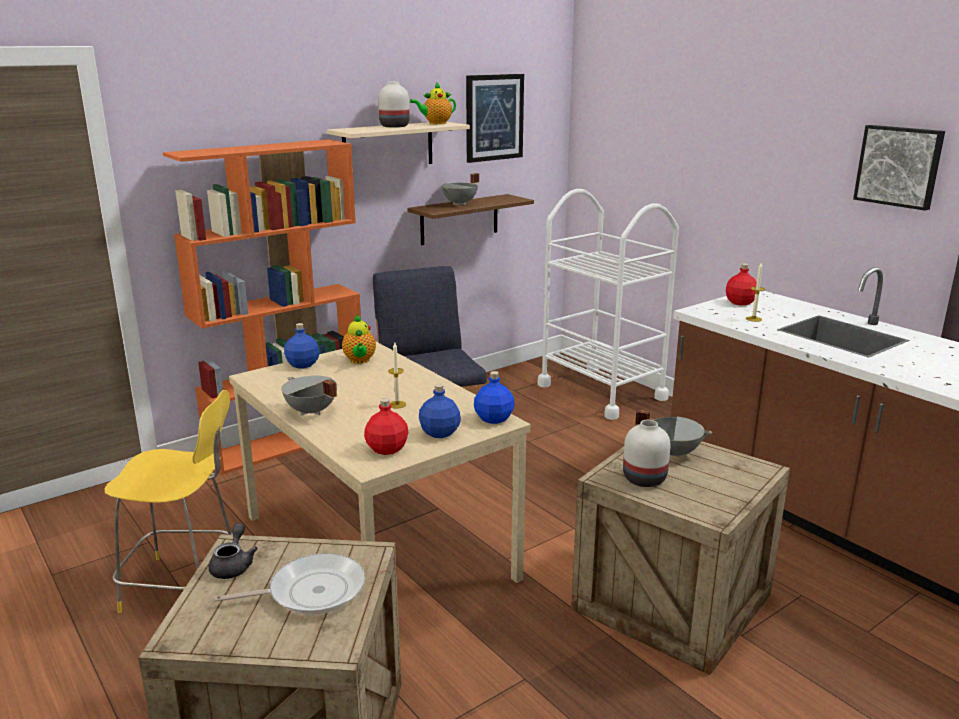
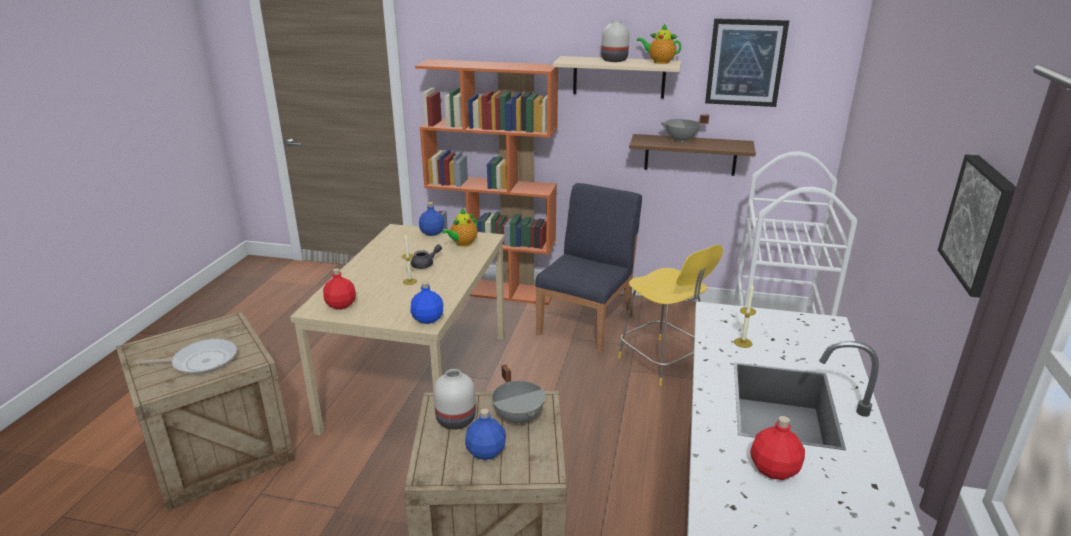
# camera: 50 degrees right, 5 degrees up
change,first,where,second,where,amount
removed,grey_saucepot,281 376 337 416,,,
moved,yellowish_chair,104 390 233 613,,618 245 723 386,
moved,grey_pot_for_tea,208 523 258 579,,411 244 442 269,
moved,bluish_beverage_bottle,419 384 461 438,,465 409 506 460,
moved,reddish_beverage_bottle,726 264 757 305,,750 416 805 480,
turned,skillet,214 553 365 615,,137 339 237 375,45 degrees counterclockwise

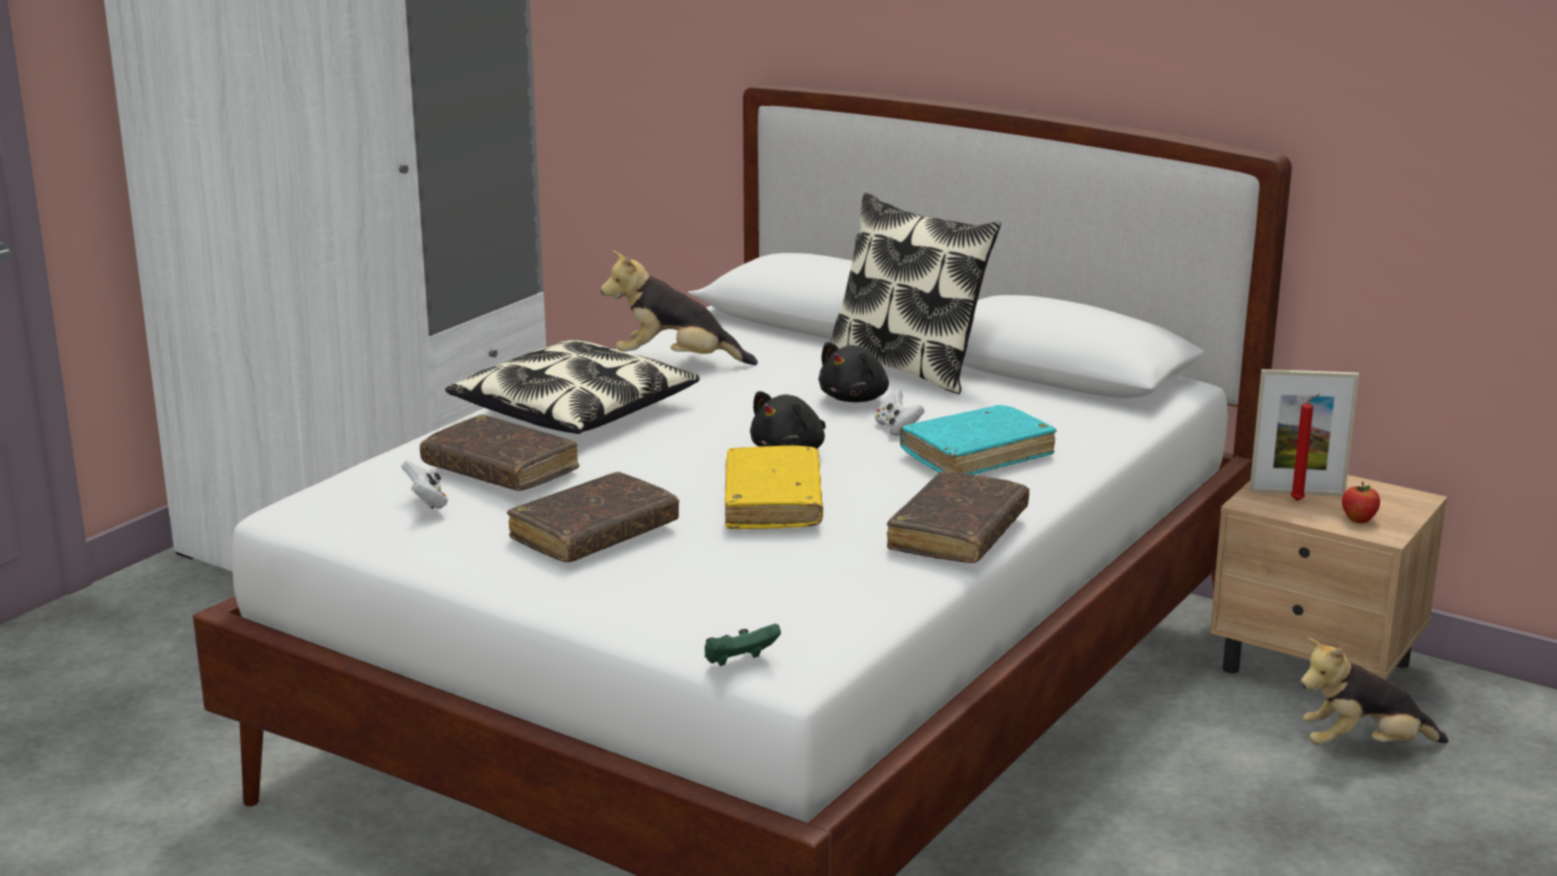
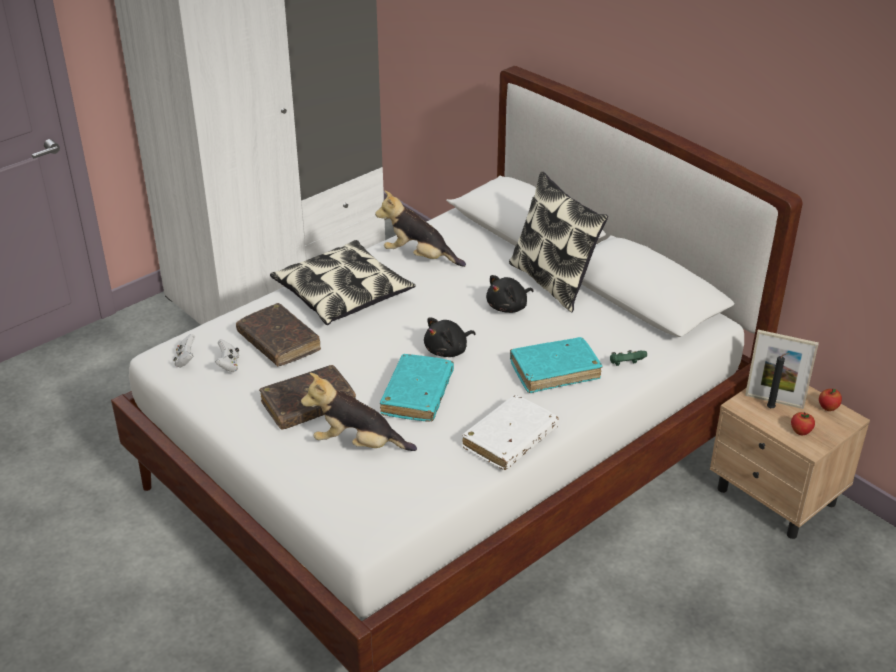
# camera: 15 degrees right, 15 degrees up
change,first,where,second,where,amount
added,,,whole_apple,819 389 842 411,
moved,greenish_game_controller,705 623 781 666,,610 350 647 366,
moved,whitish_game_controller,875 388 924 436,,174 334 195 368,
moved,plush_toy,1300 638 1449 745,,301 373 417 451,
recoloured,yellowish_bound_book,725 445 823 529,turquoise_bound_book,380 354 454 422,
recoloured,brown_bound_book,887 471 1029 563,whitish_bound_book,462 395 559 470,
recoloured,reddish_wax_candle,1290 394 1320 501,black-coloured_wax_candle,767 353 790 408,

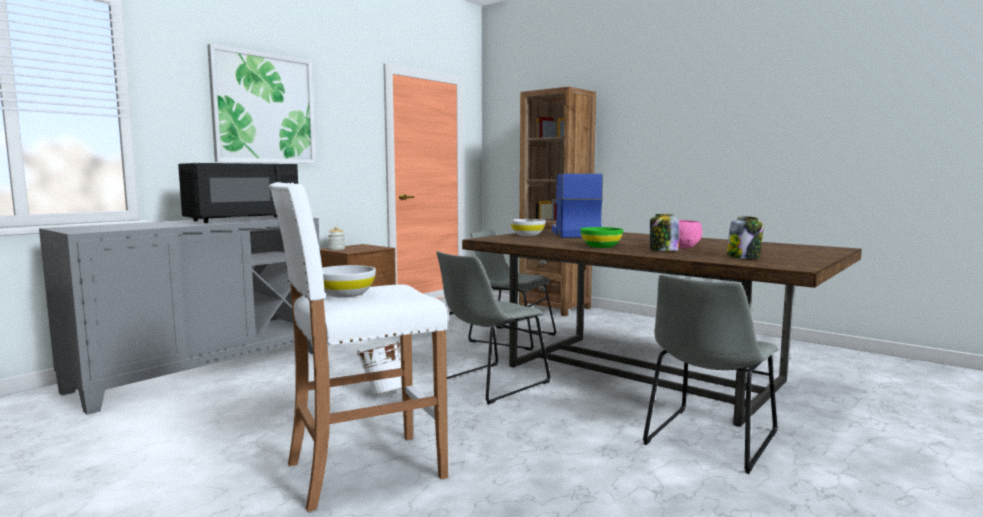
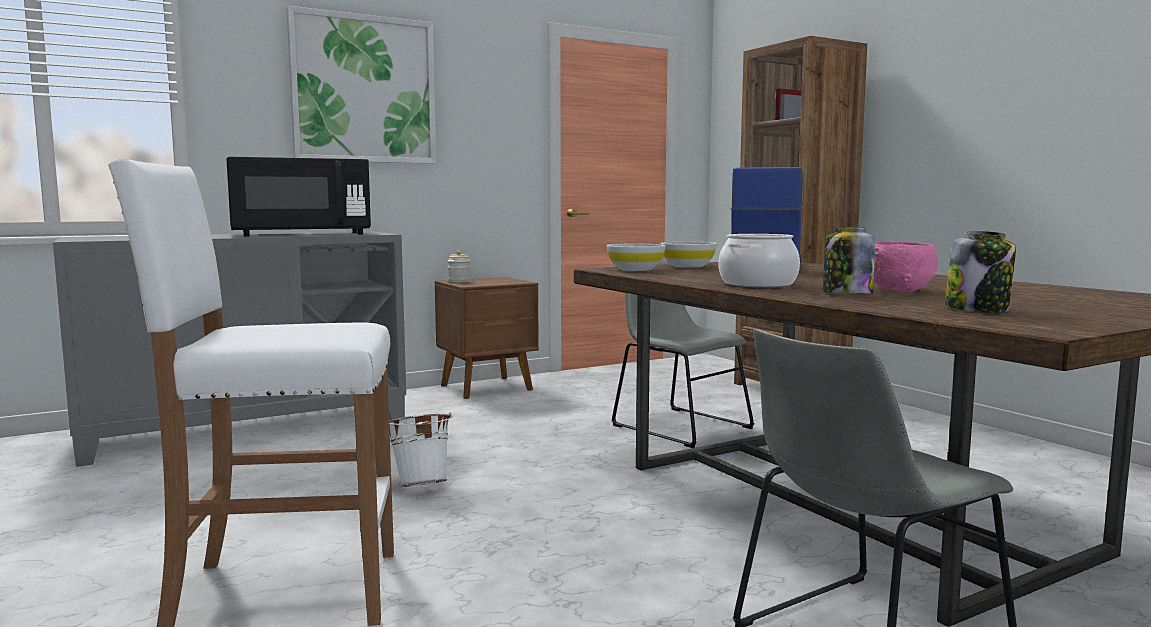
# camera: 20 degrees right, 0 degrees up
change,first,where,second,where,amount
removed,grey_chair,436 251 551 404,,,
moved,whitish_deep_dish,322 265 376 298,,607 244 665 271,
replaced,greenish_deep_dish,580 227 623 248,saucepot,719 234 800 287,

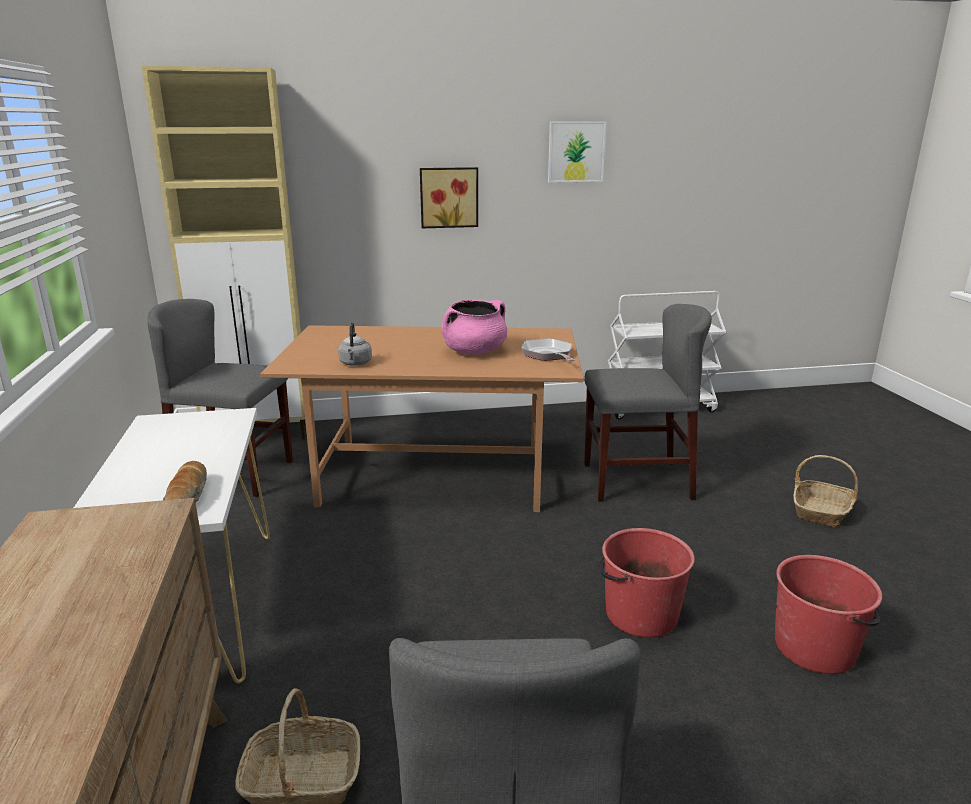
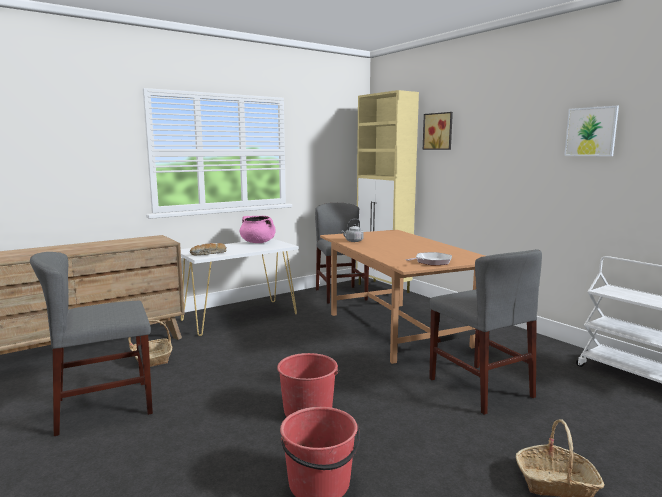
# camera: 65 degrees right, 10 degrees down
change,first,where,second,where,amount
moved,picture,420 167 478 228,,423 112 453 150,
moved,pinkish_saucepot,441 300 507 355,,240 216 276 243,

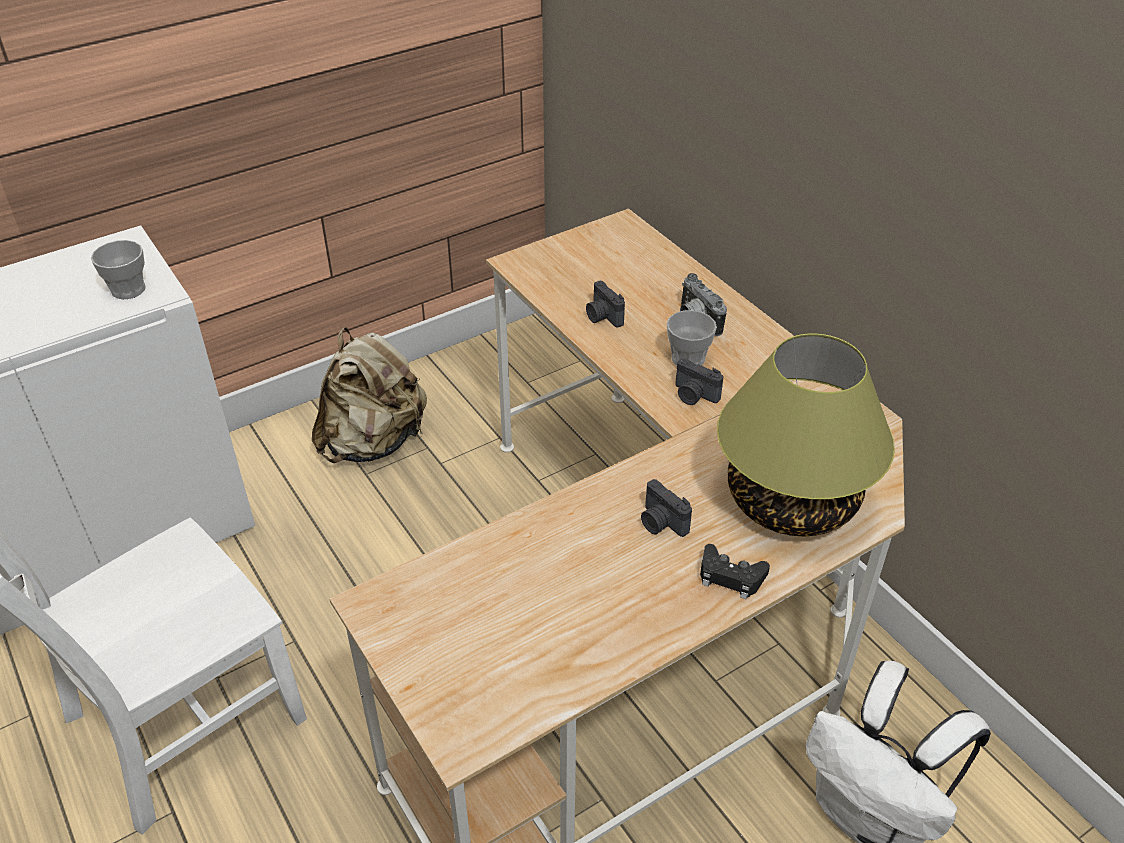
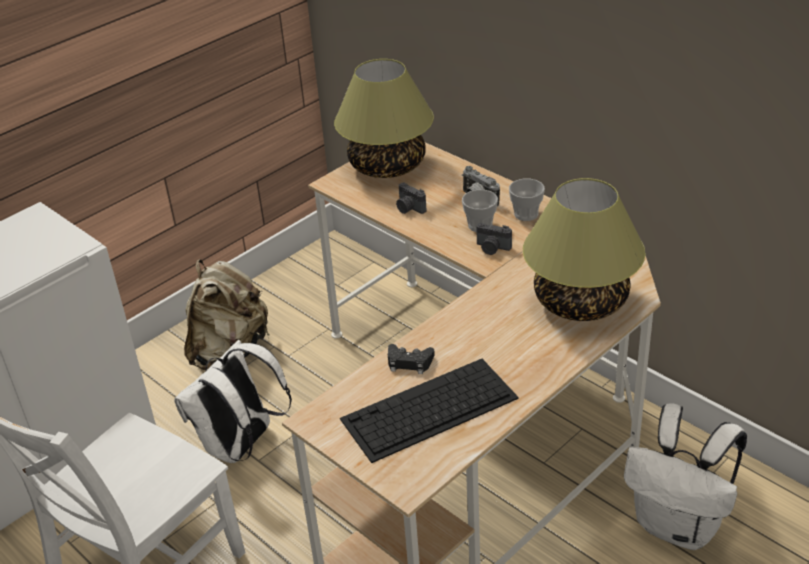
# camera: 10 degrees left, 5 degrees down
change,first,where,second,where,amount
removed,still_camera,641 479 692 537,,,
added,,,whitish_backpack,174 340 292 463,
added,,,table_lamp,334 59 434 178,
added,,,computer_keyboard,340 359 519 463,
moved,drinking_cup,91 240 146 299,,509 179 545 221,
moved,black-coloured_game_controller,700 544 770 600,,388 344 435 374,

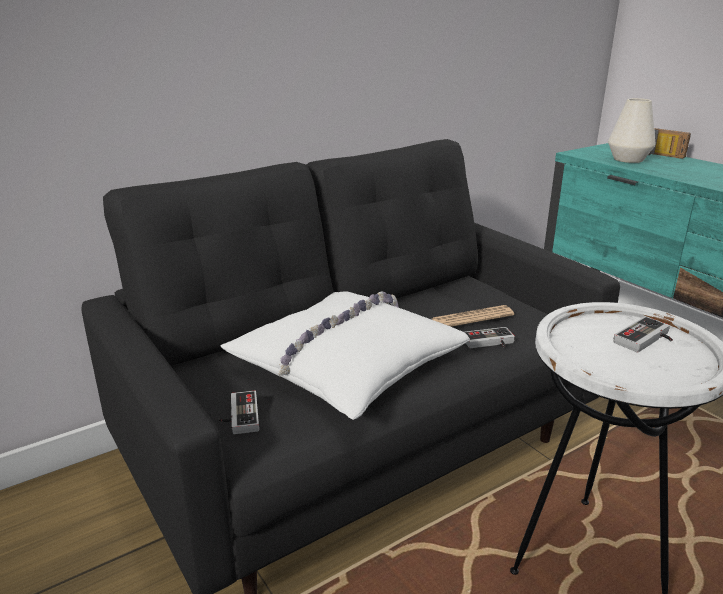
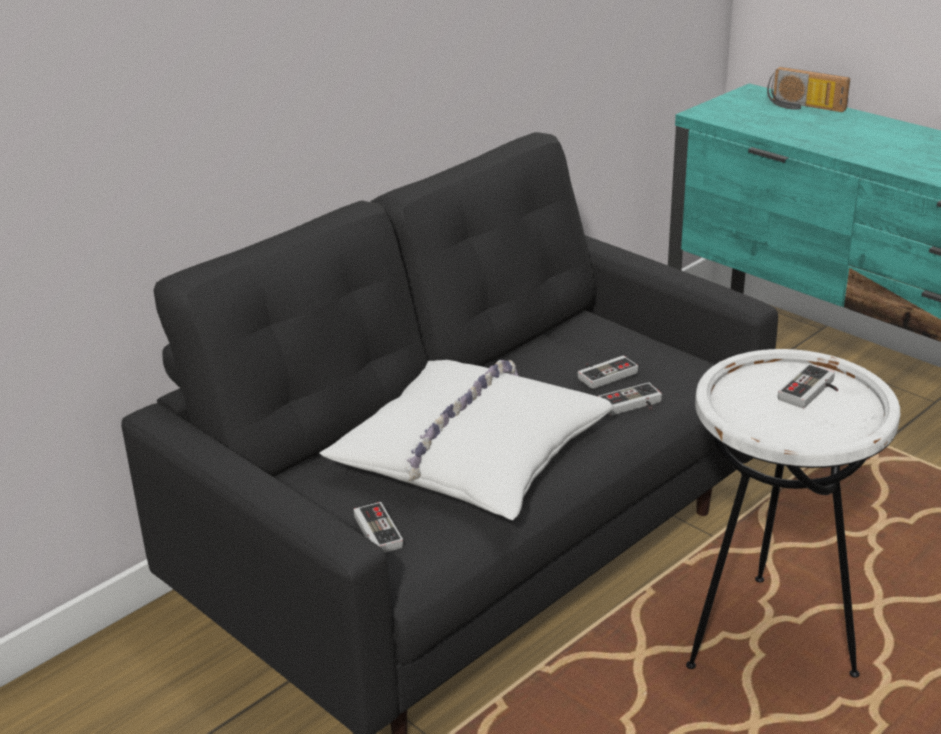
# camera: 10 degrees left, 5 degrees up
change,first,where,second,where,amount
removed,whitish_vase,608 98 656 163,,,
replaced,newspaper,432 305 514 327,game_controller,578 356 638 389,

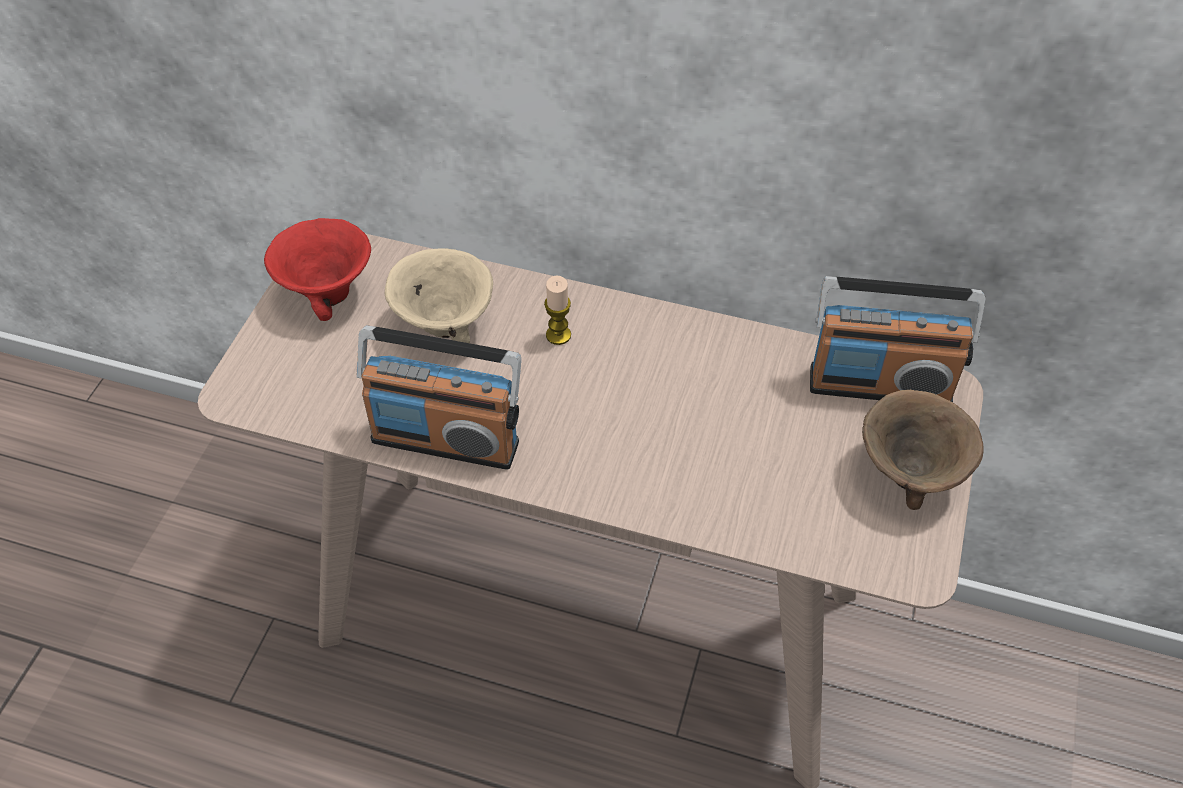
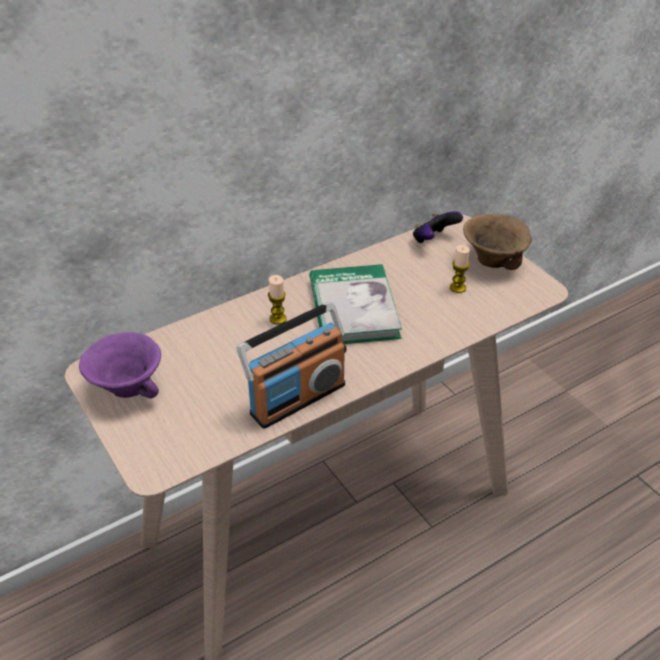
# camera: 50 degrees left, 10 degrees down
change,first,where,second,where,amount
removed,beige-coloured_deep_dish,385 248 493 343,,,
added,,,bound_book,309 264 402 344,
added,,,wax_candle,450 245 470 293,
replaced,radio_set,810 276 985 402,game_controller,413 211 463 243,
recoloured,reddish_deep_dish,264 218 371 321,purple-coloured_deep_dish,79 332 161 398,

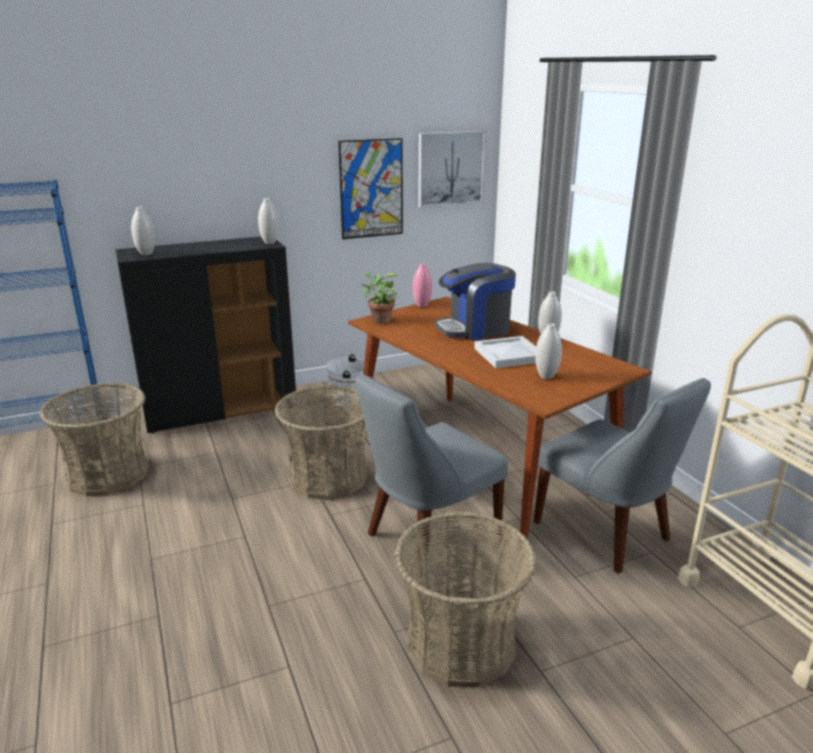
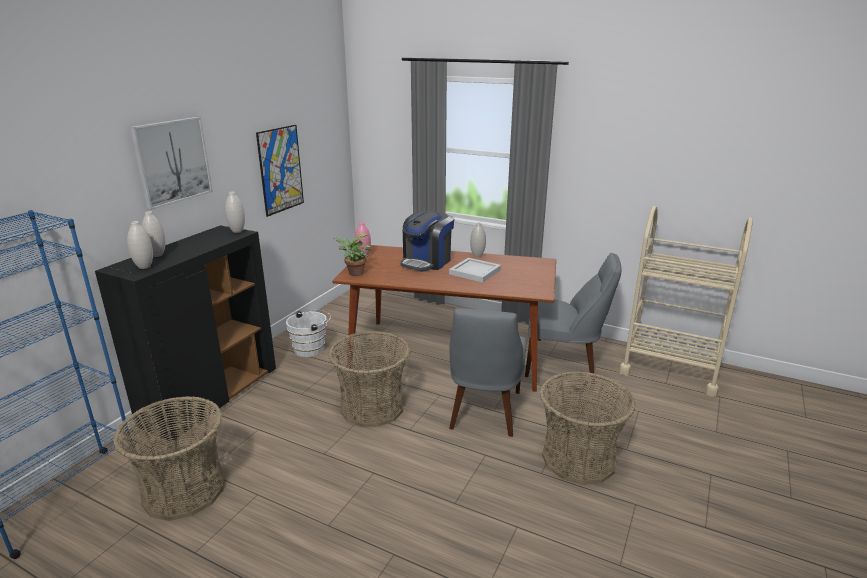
# camera: 40 degrees left, 0 degrees up
change,first,where,second,where,amount
moved,picture,418 131 486 208,,130 117 213 210,
moved,whitish_vase,535 323 562 379,,141 211 166 257,

